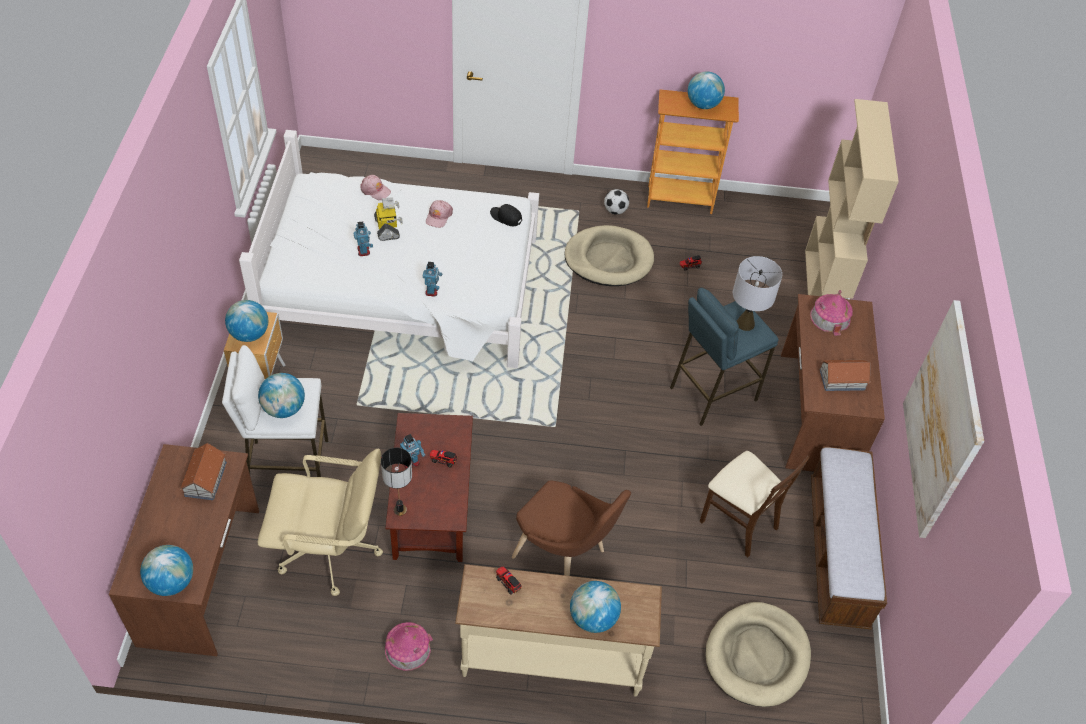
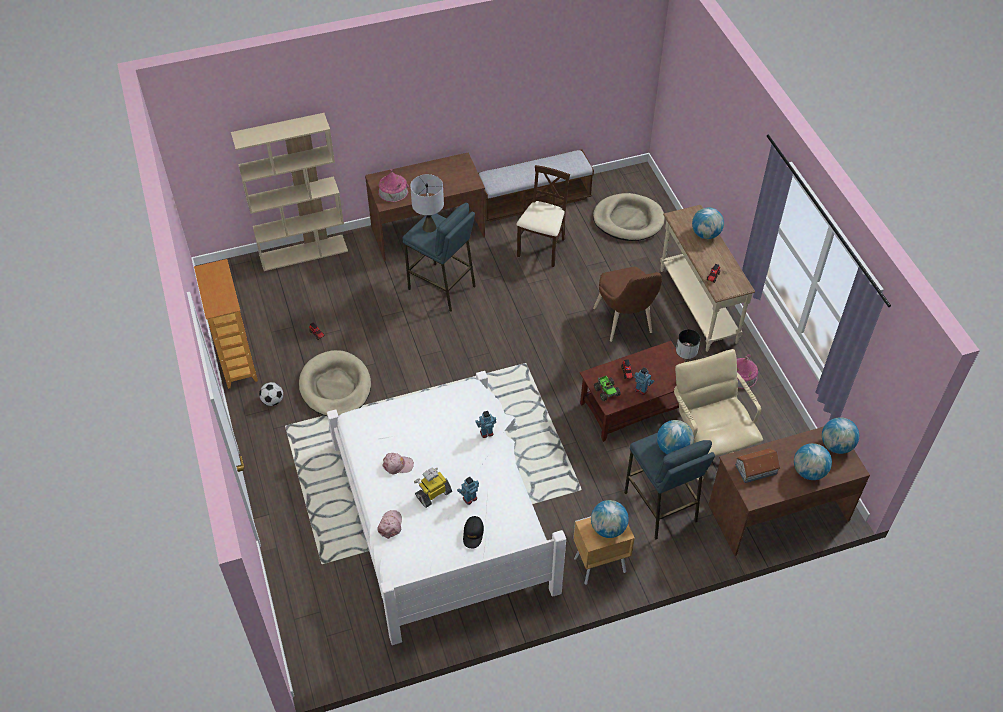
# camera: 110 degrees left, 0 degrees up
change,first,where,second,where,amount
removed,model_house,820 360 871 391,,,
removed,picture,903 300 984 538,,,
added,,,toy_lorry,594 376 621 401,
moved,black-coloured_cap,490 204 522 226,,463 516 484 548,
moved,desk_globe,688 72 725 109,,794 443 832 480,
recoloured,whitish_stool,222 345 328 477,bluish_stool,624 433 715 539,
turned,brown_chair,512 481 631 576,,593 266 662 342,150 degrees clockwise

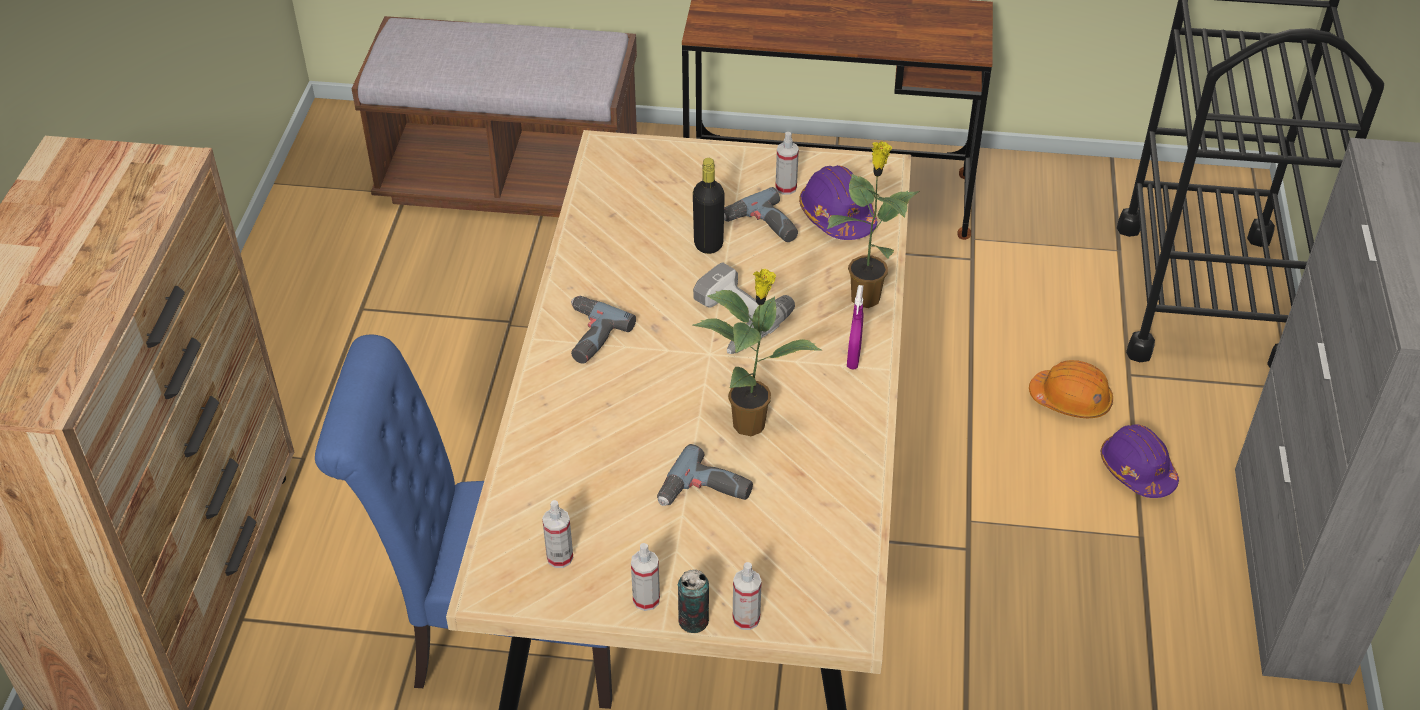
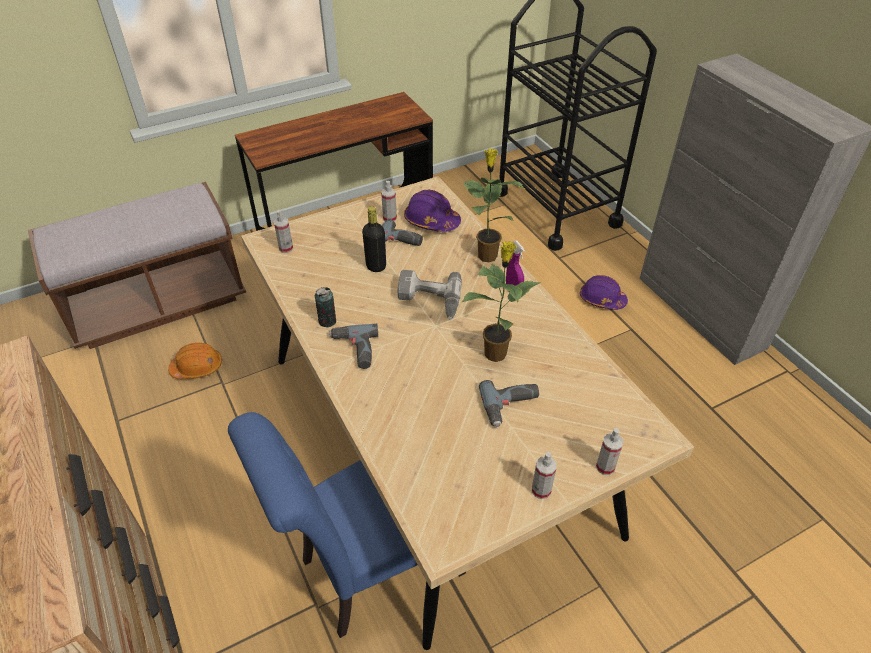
# camera: 35 degrees left, 0 degrees up
change,first,where,second,where,amount
moved,hand_sprayer,542 500 573 568,,274 210 293 253,
moved,metal_can,678 569 709 633,,315 287 336 327,
moved,orange-coloured_work_helmet,1029 360 1113 418,,168 343 222 379,

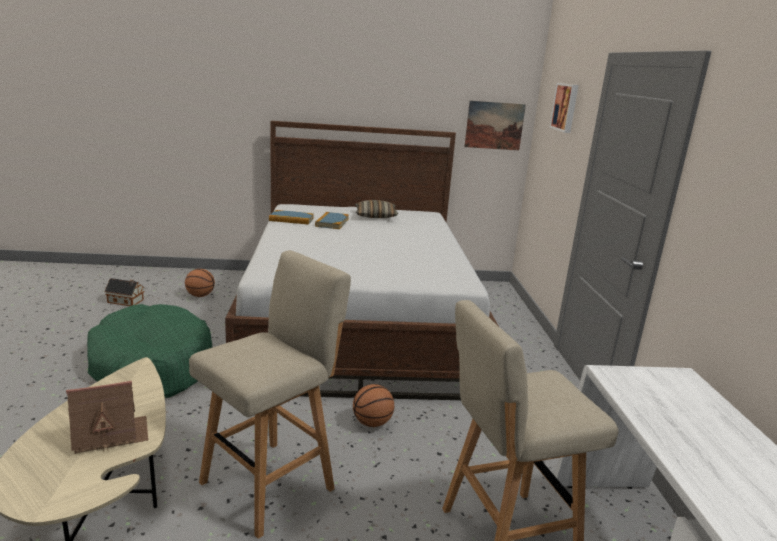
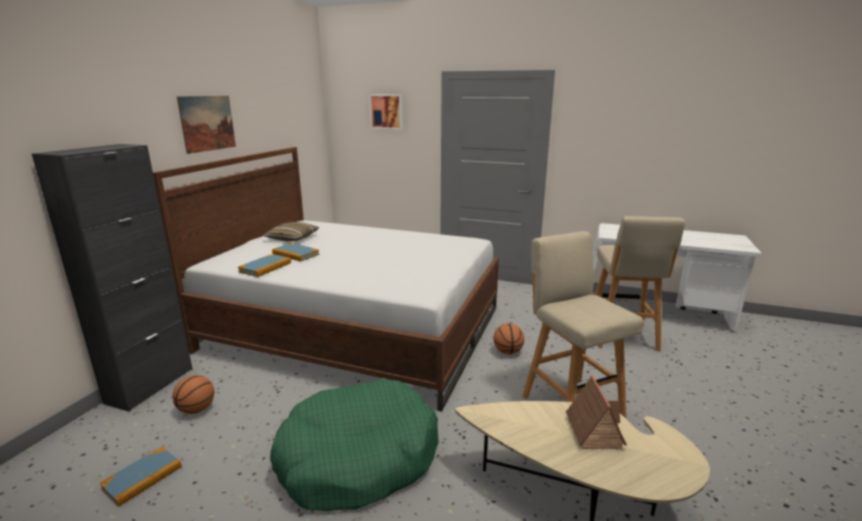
# camera: 65 degrees left, 0 degrees up
change,first,where,second,where,amount
added,,,black-coloured_cabinet,32 144 193 412,
moved,picture,464 101 526 150,,177 96 236 154,
replaced,model_house,104 278 145 306,bound_book,100 447 182 507,

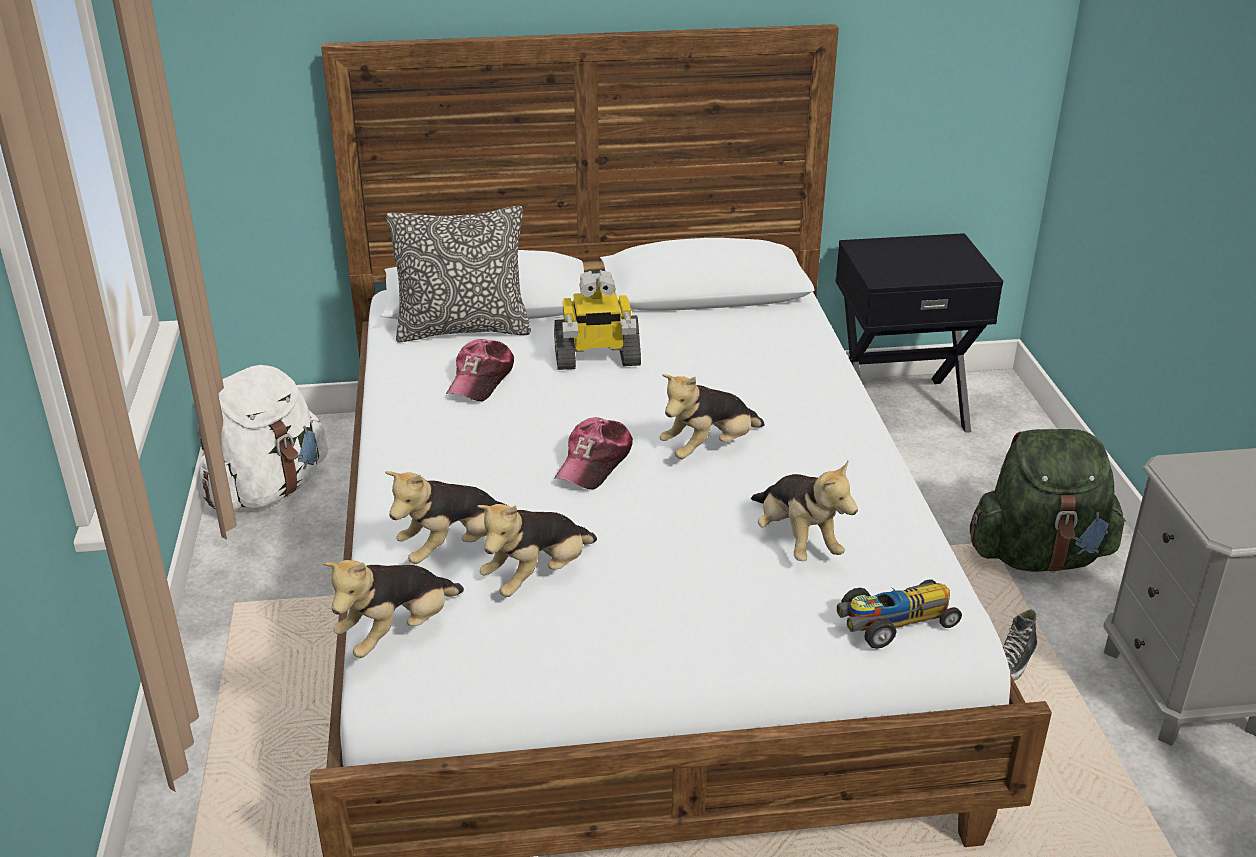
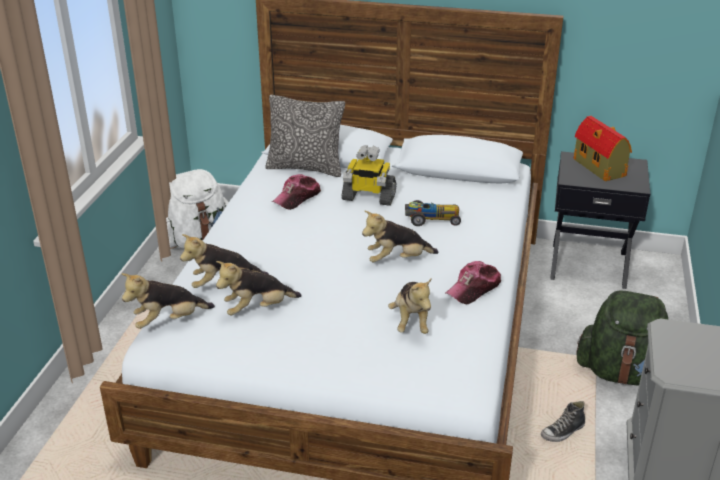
# camera: 20 degrees right, 0 degrees up
change,first,where,second,where,amount
added,,,model_house,573 116 632 181,
moved,cap,554 417 633 489,,446 261 501 304,
moved,miniature_car,837 579 962 649,,405 200 461 226,

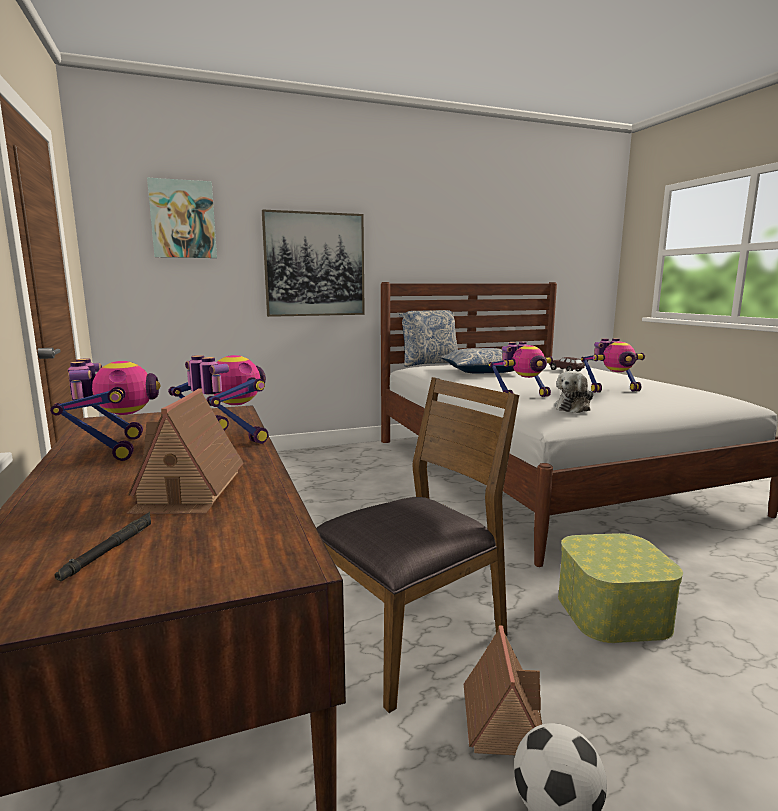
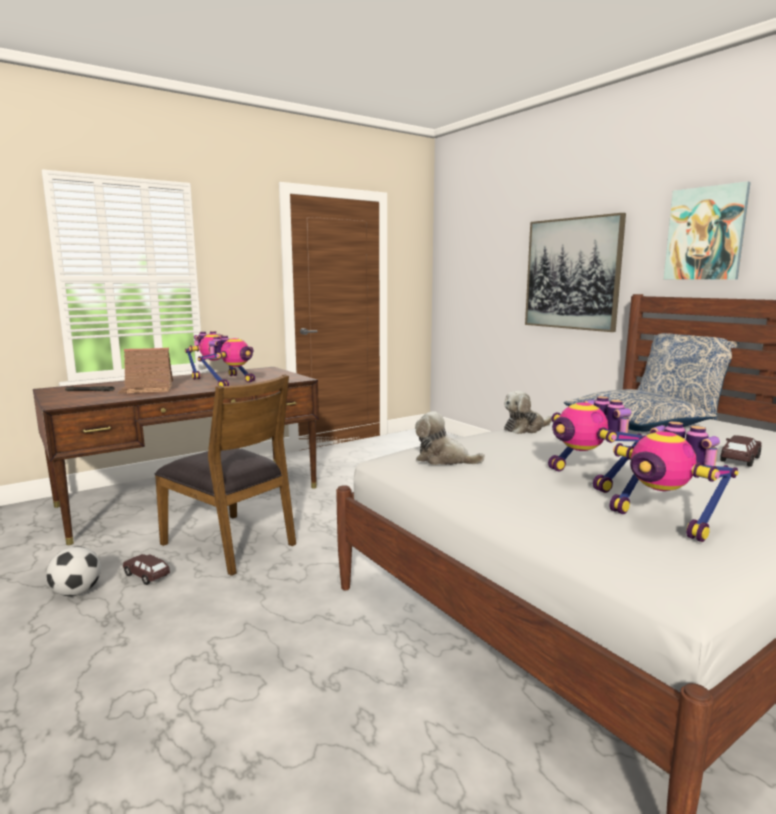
# camera: 75 degrees right, 0 degrees up
change,first,where,second,where,amount
removed,storage_container,558 533 683 643,,,
added,,,plush_toy,504 391 552 434,
moved,picture,147 178 217 258,,664 181 751 280,
moved,model_robot,489 342 553 397,,610 421 738 542,
replaced,model_house,464 626 542 755,brown_miniature_car,123 554 170 585,

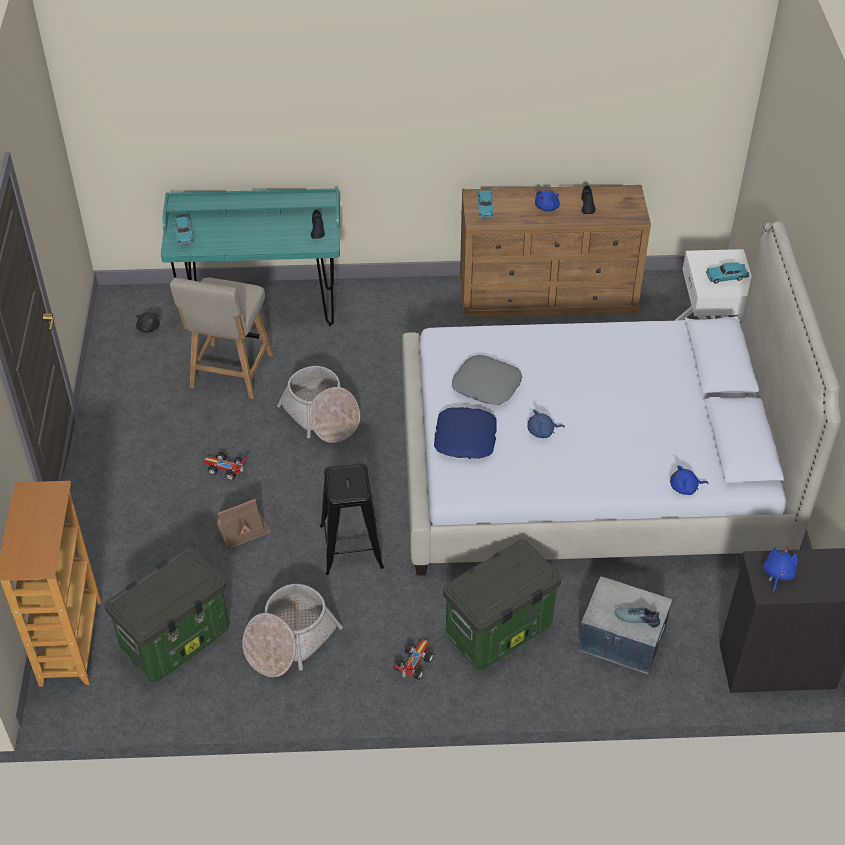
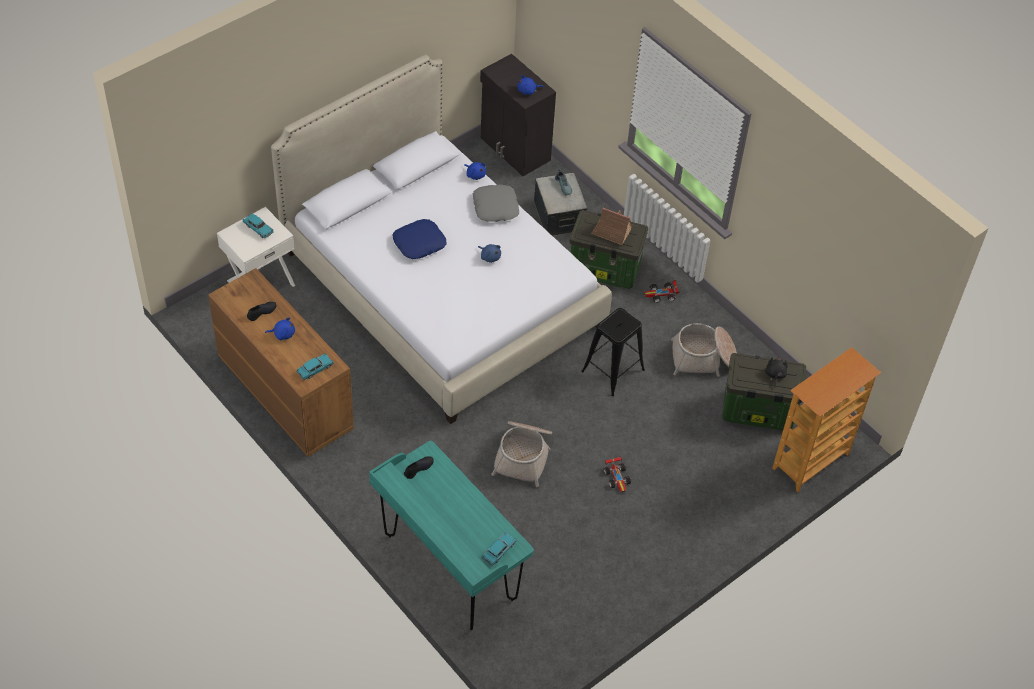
# camera: 130 degrees left, 5 degrees up
change,first,where,second,where,amount
removed,beige-coloured_chair,170 278 273 399,,,
moved,black-coloured_plush_toy,136 312 160 333,,765 356 788 388,
moved,model_house,215 499 271 549,,591 208 633 245,
moved,bluish_throw_pillow,434 407 497 459,,392 219 447 259,
moved,grey_throw_pillow,452 355 523 405,,473 184 519 222,

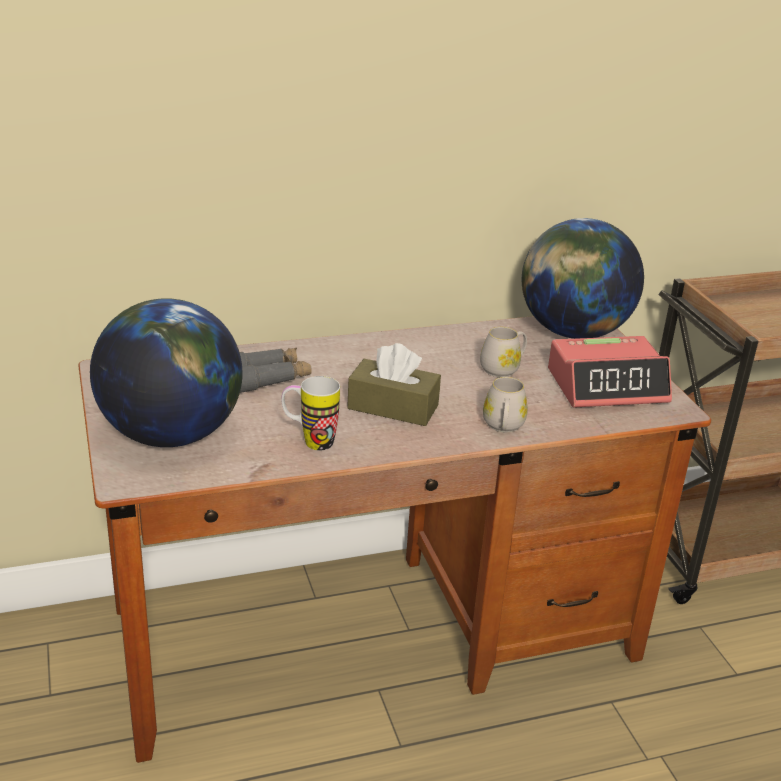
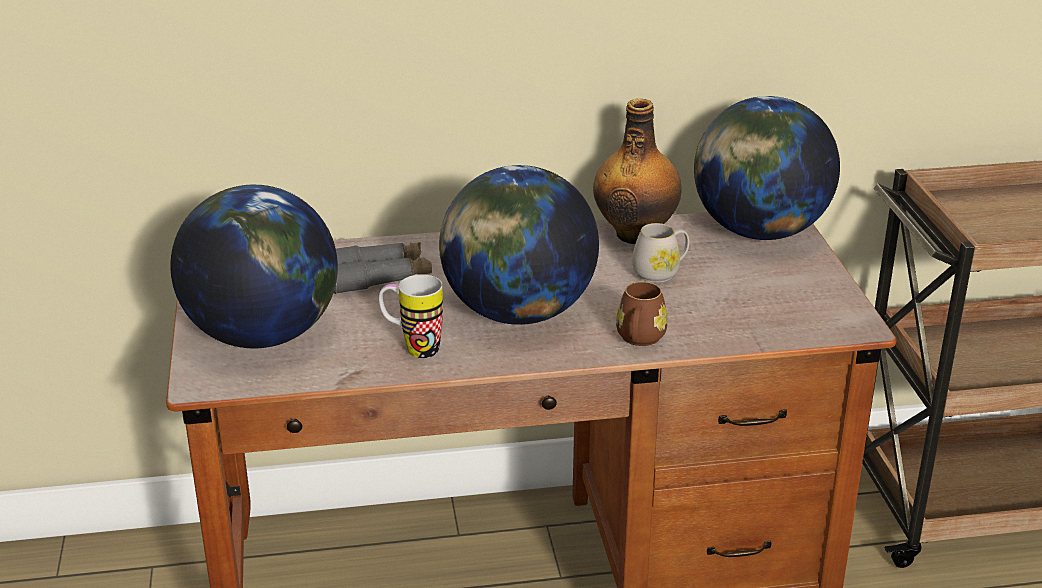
# camera: 10 degrees right, 0 degrees up
change,first,where,second,where,amount
removed,alarm_clock,548 336 672 408,,,
added,,,beverage_bottle,593 99 681 244,
replaced,brown_tissue_holder,347 343 441 426,desk_globe,439 165 599 325,
recoloured,whitish_coffee_mug,483 377 528 432,brown_coffee_mug,616 282 668 346,

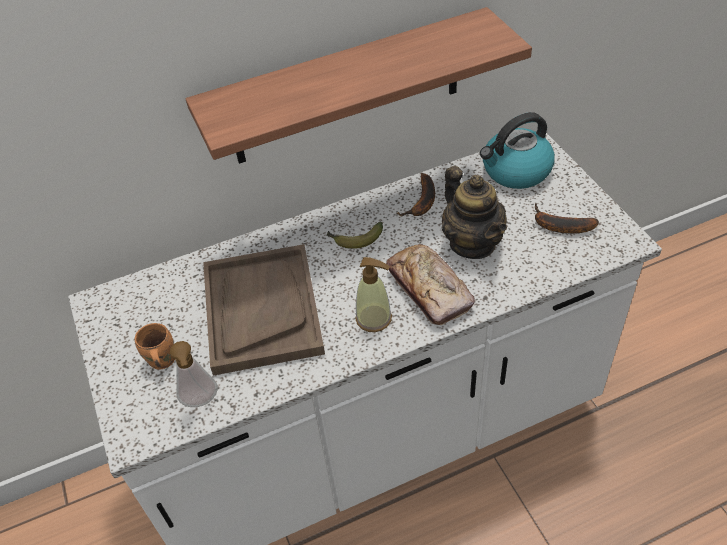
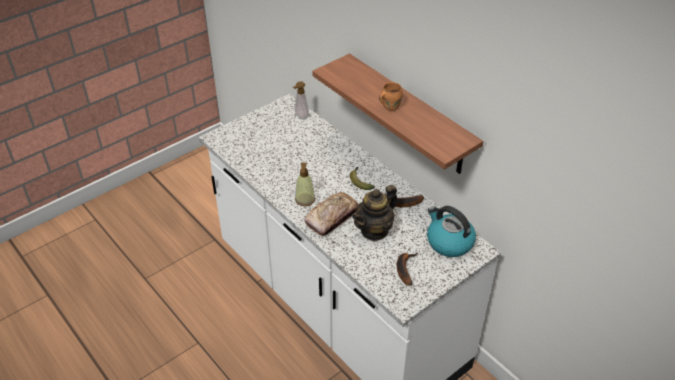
# camera: 70 degrees right, 5 degrees down
change,first,where,second,where,amount
removed,brown_tray,203 244 325 376,,,
moved,orange-coloured_coffee_mug,135 323 175 370,,379 82 403 111,
moved,soap_dispenser,170 341 218 407,,293 81 309 120,

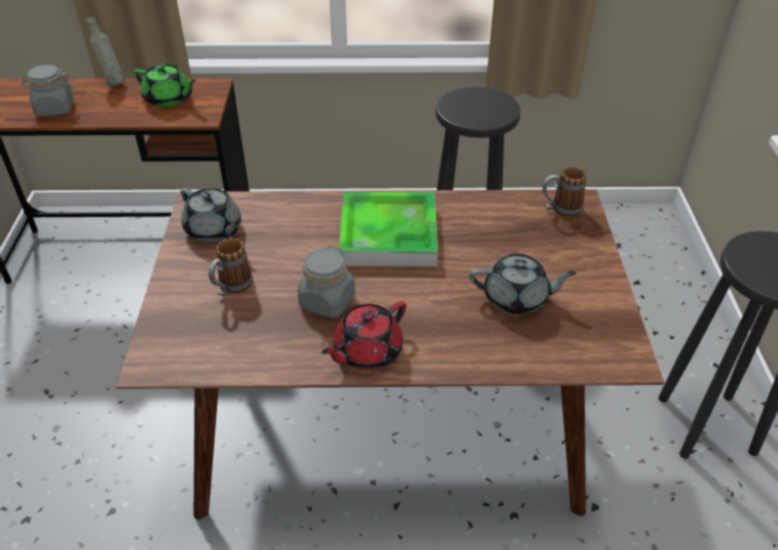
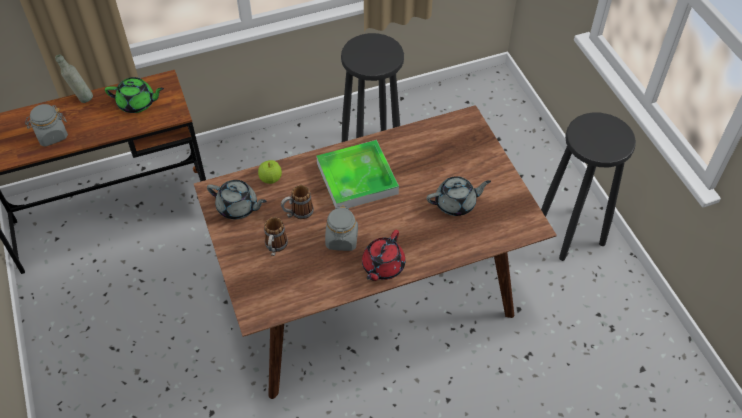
# camera: 20 degrees left, 10 degrees up
change,first,where,second,where,amount
added,,,whole_apple,258 160 282 184,
moved,coffee_mug,542 166 586 217,,281 185 314 219,

